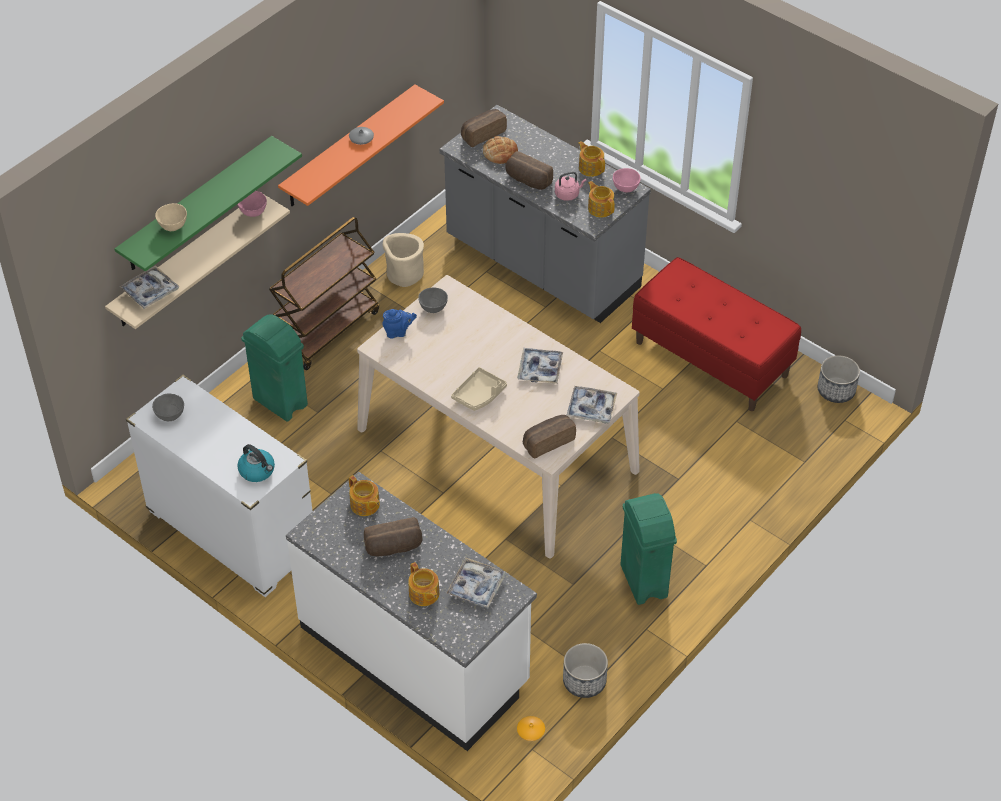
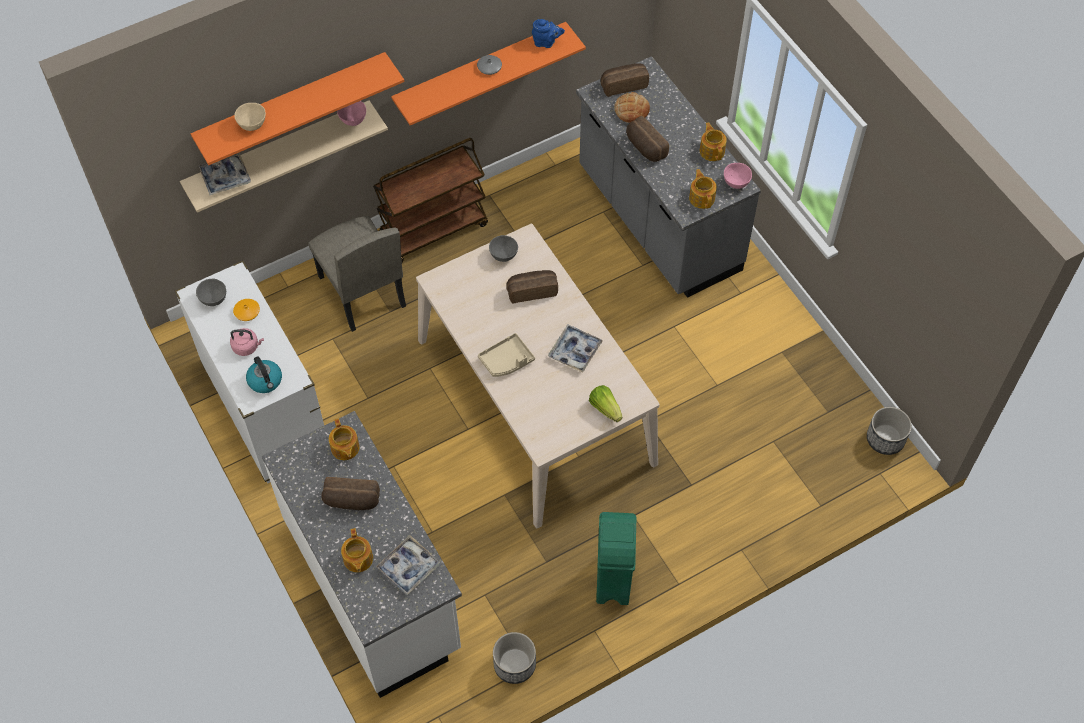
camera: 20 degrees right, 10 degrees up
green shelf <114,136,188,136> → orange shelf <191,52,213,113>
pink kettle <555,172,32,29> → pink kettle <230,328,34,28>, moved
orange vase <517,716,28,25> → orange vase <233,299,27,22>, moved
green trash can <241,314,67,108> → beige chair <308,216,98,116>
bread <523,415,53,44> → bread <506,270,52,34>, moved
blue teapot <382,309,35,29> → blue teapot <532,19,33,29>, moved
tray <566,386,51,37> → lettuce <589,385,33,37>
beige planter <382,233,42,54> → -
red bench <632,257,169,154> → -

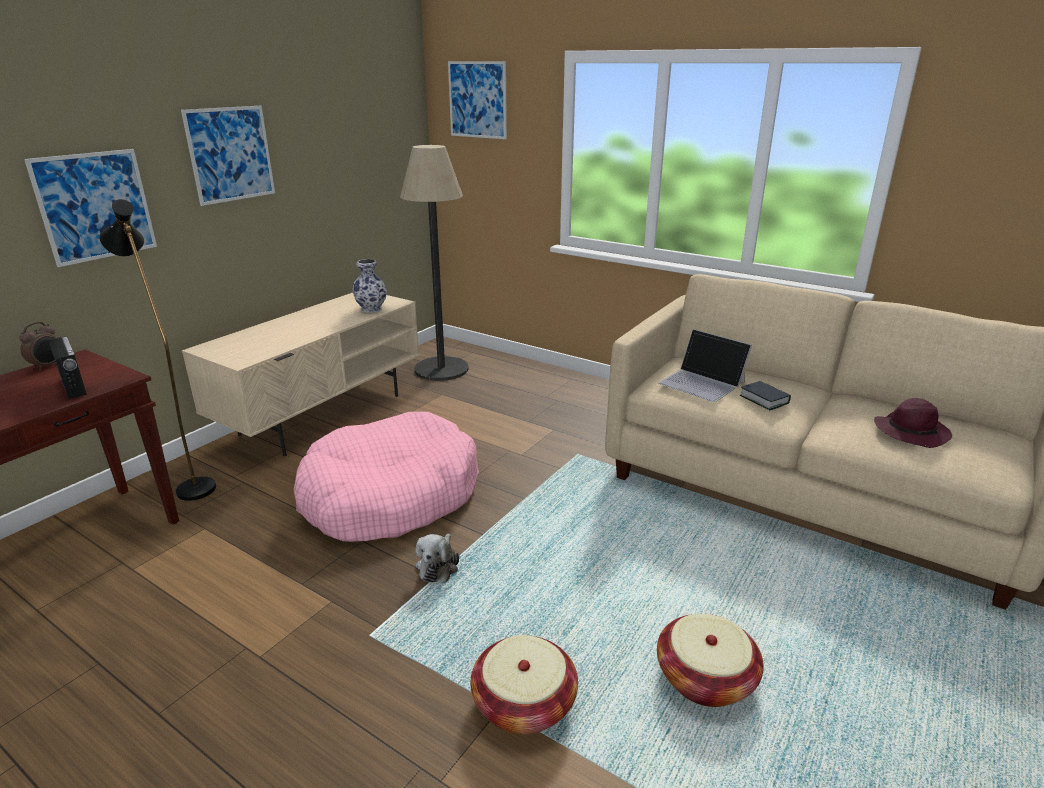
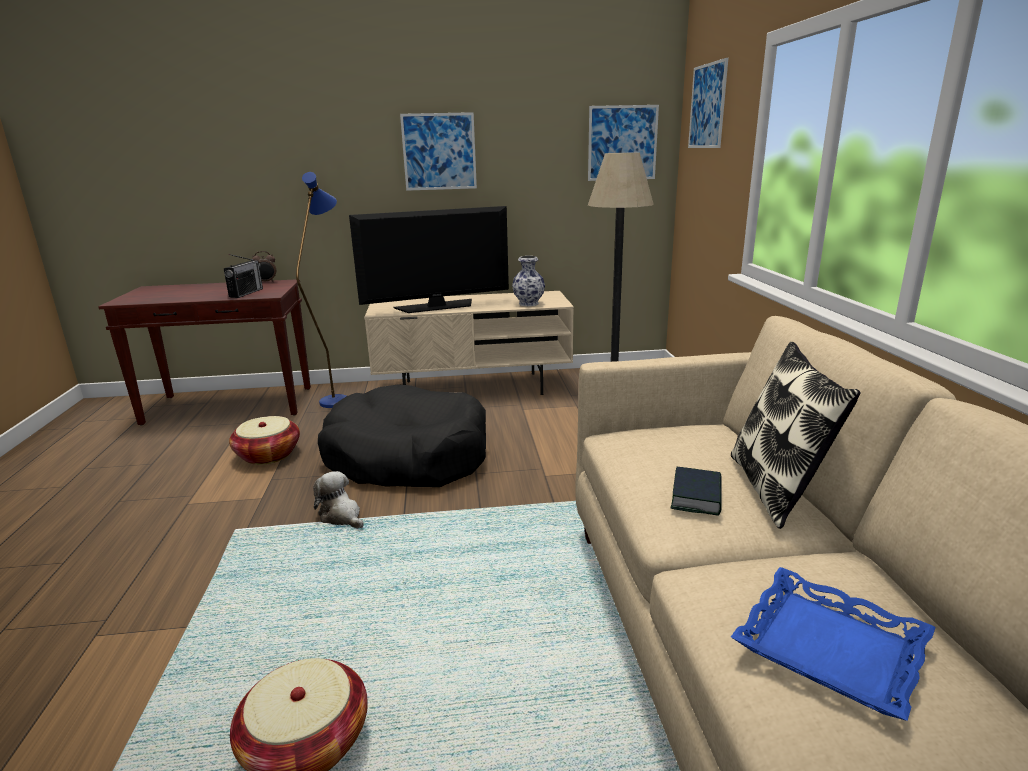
camera: 50 degrees right, 5 degrees down
basket <471,635,107,100> → basket <229,416,71,49>, moved
black floor lamp <99,199,117,302> → blue floor lamp <296,172,50,236>
plush toy <416,534,43,49> → plush toy <313,471,51,58>, 75 degrees clockwise
pink dog bed <294,412,185,130> → black dog bed <318,384,168,103>
- → television <349,206,160,107>
picture <24,149,133,118> → picture <588,105,71,76>, moved
- → pillow <731,342,130,187>
purple hat <874,398,78,50> → blue tray <731,567,205,154>
laptop <658,329,94,73> → -

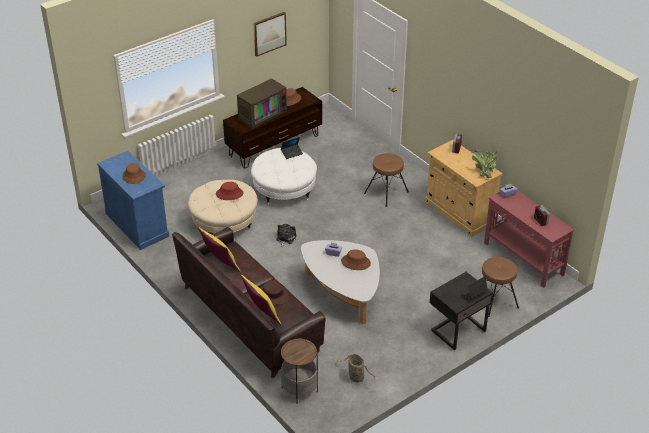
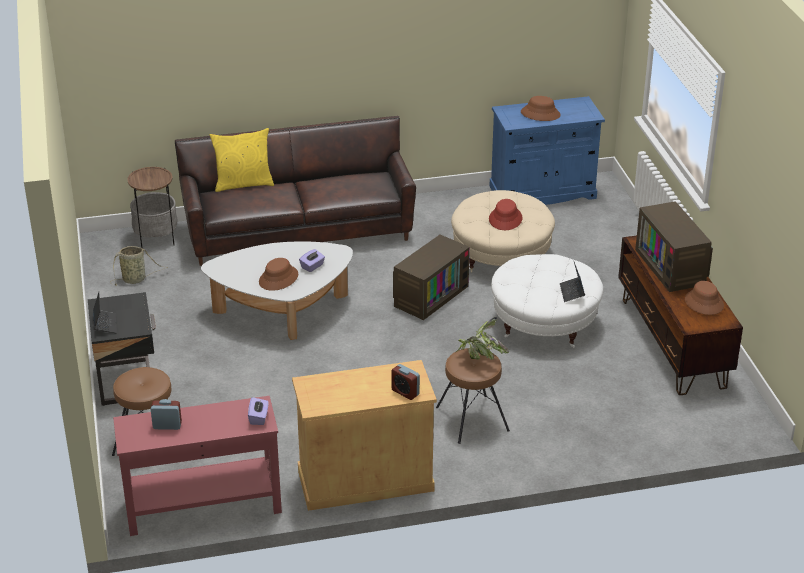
camera: 115 degrees right, 5 degrees down
plush toy <276,224,21,24> → television <393,235,77,85>
potted plant <472,151,25,27> → potted plant <456,317,53,43>, moved
yellow pillow <198,227,42,45> → -
picture <254,12,33,45> → -
brown hat <260,280,29,25> → -

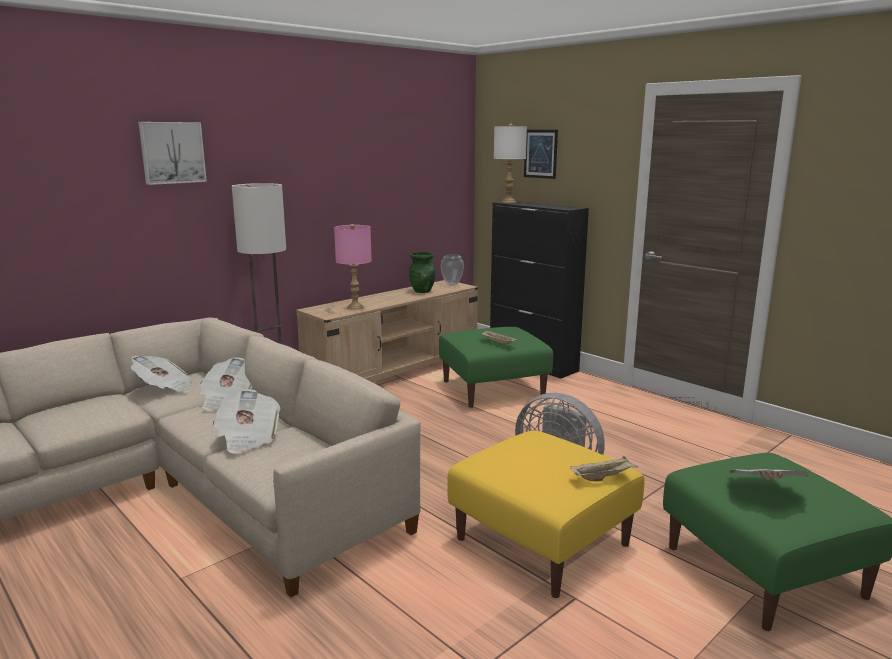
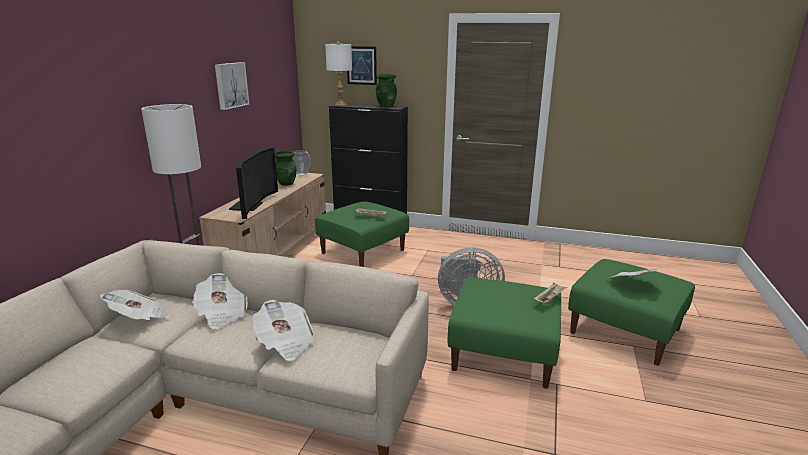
camera: 30 degrees left, 5 degrees up
picture <138,122,69,63> → picture <215,62,34,48>, moved
pink table lamp <334,224,38,86> → television <229,147,49,72>
- → green vase <376,74,21,33>
yellow ottoman <447,430,198,168> → green ottoman <447,278,114,111>

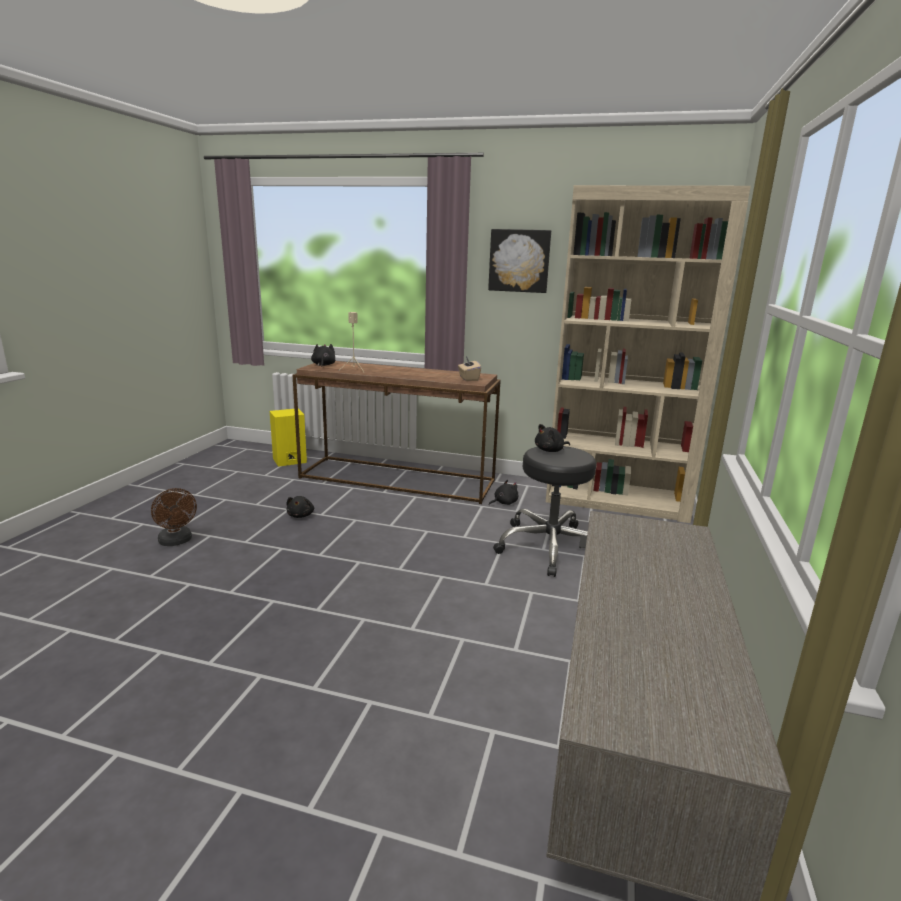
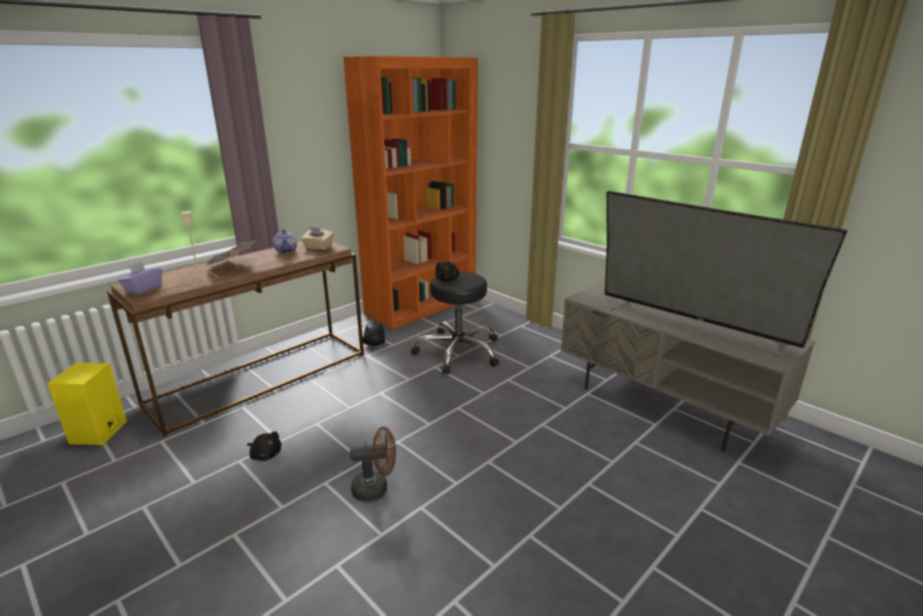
camera: 60 degrees left, 5 degrees up
black plush toy <311,344,24,23> → purple tissue box <118,261,44,34>
- → newspaper <205,240,52,26>
- → teapot <273,229,24,24>
beige bookcase <546,185,205,338> → orange bookcase <343,56,135,273>
brown fan <151,488,46,58> → brown fan <350,427,46,74>, moved
- → television <605,191,242,166>
picture <488,229,63,64> → -

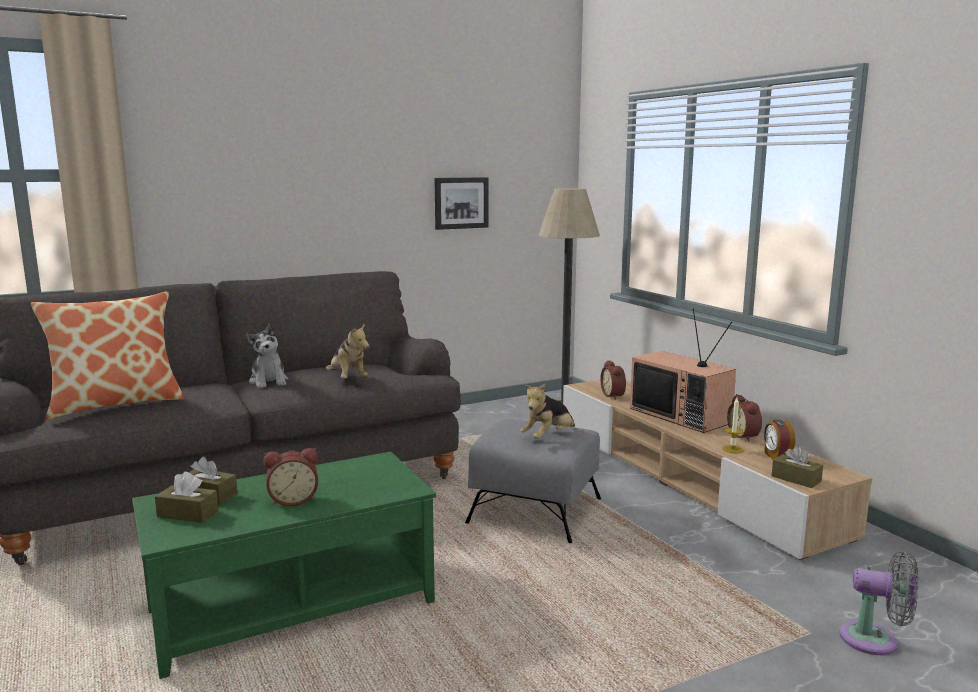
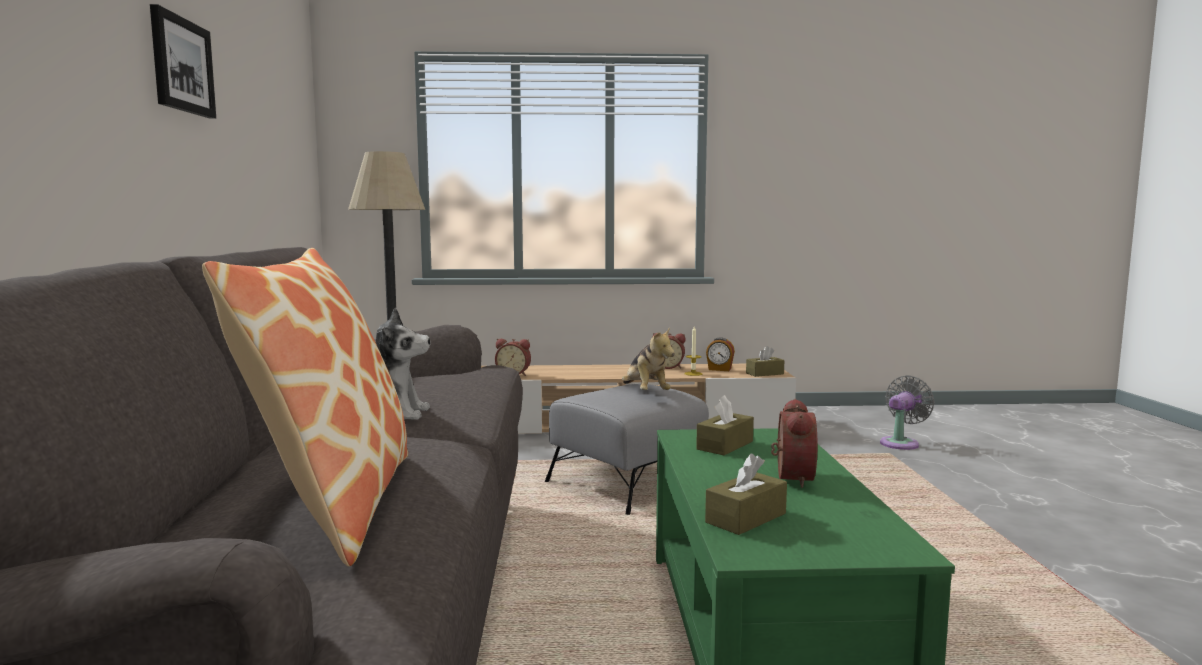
camera: 65 degrees left, 5 degrees down
picture <434,177,55,53> → picture <150,4,66,115>, moved
brown tissue box <155,472,64,51> → brown tissue box <696,395,58,60>, moved
plush toy <326,323,43,56> → -
television <630,309,106,124> → -

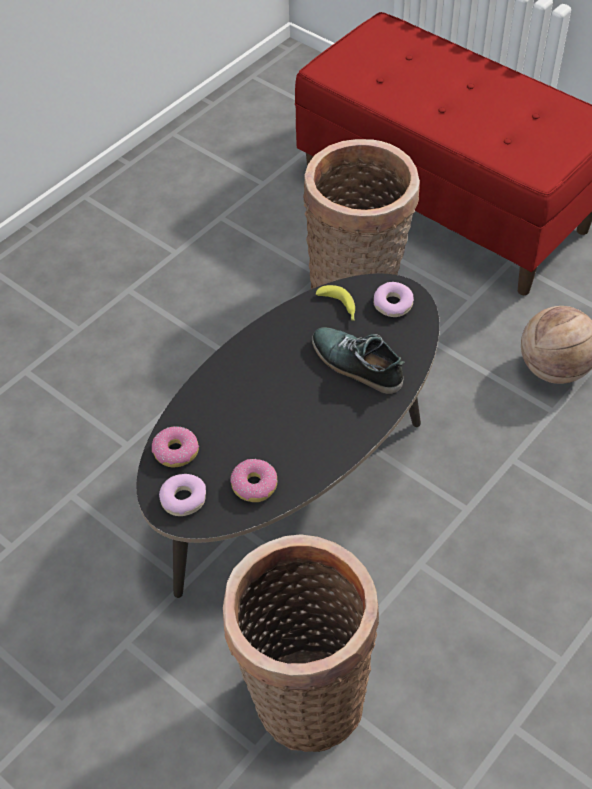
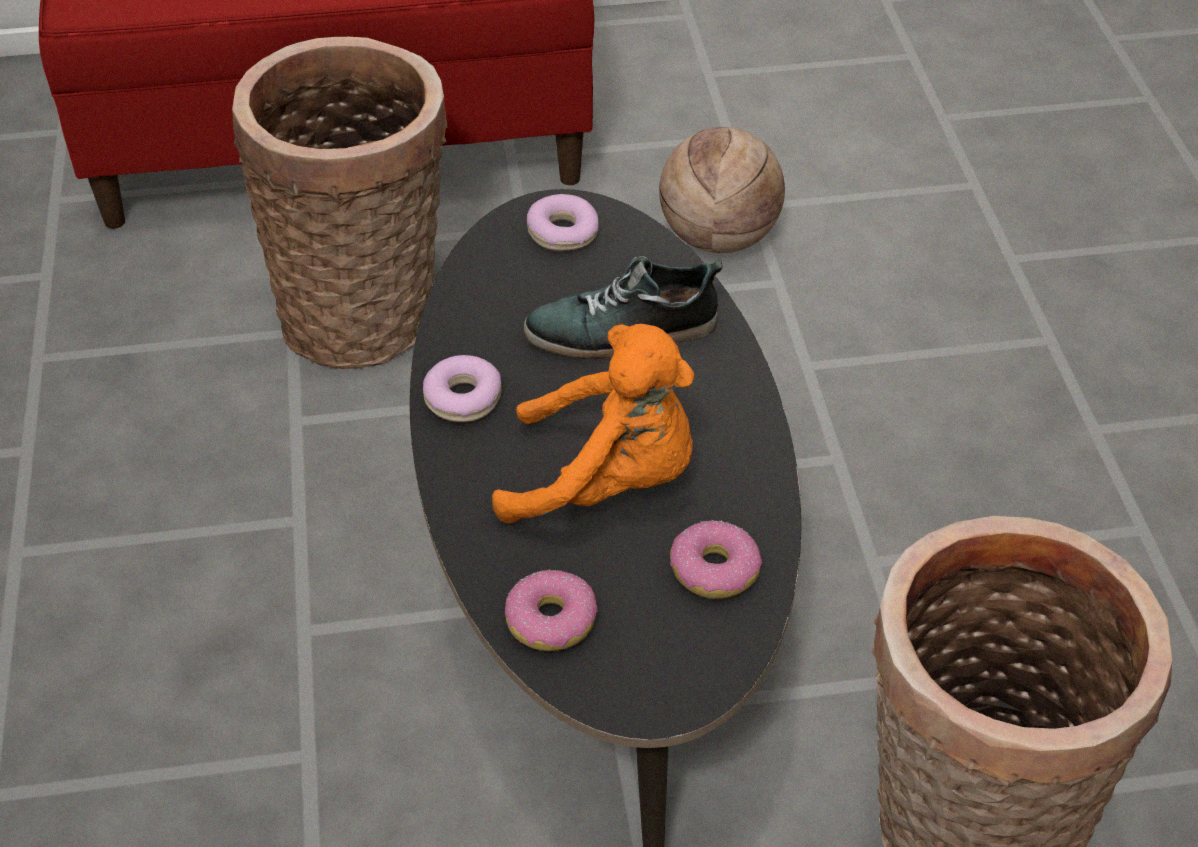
camera: 50 degrees left, 5 degrees down
donut <159,474,47,42> → donut <423,355,78,67>, moved
- → orange plush toy <492,324,202,199>
banana <316,285,39,36> → -

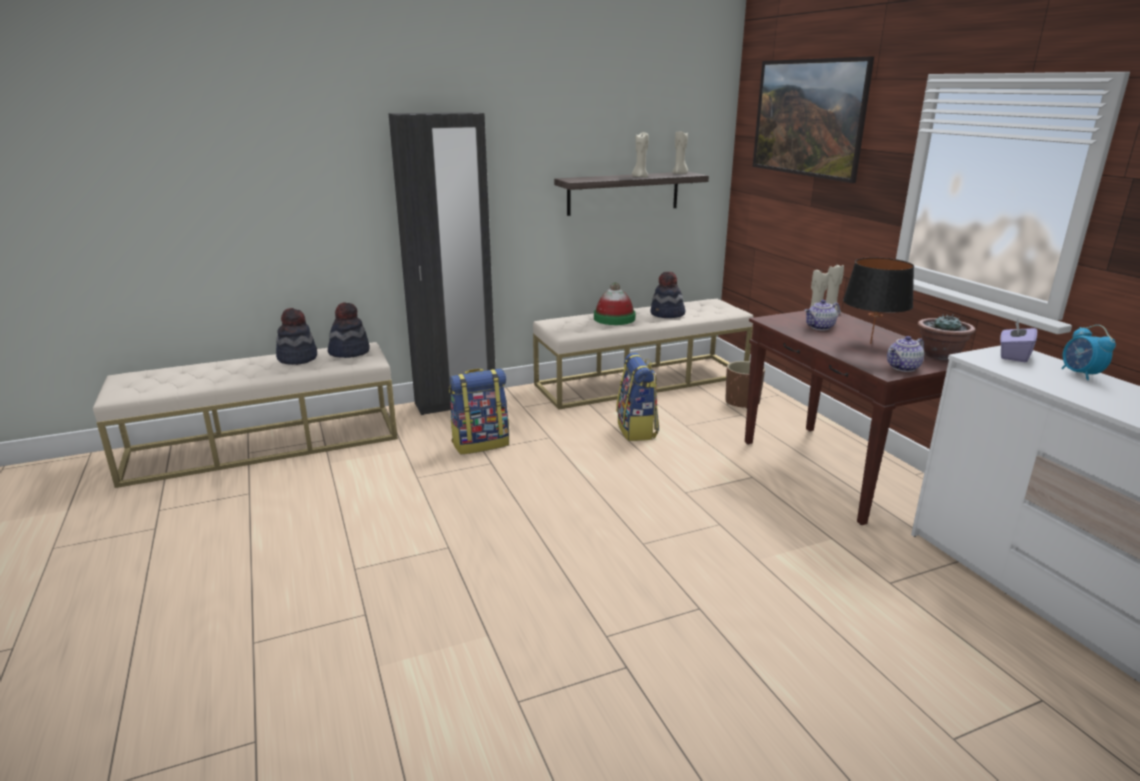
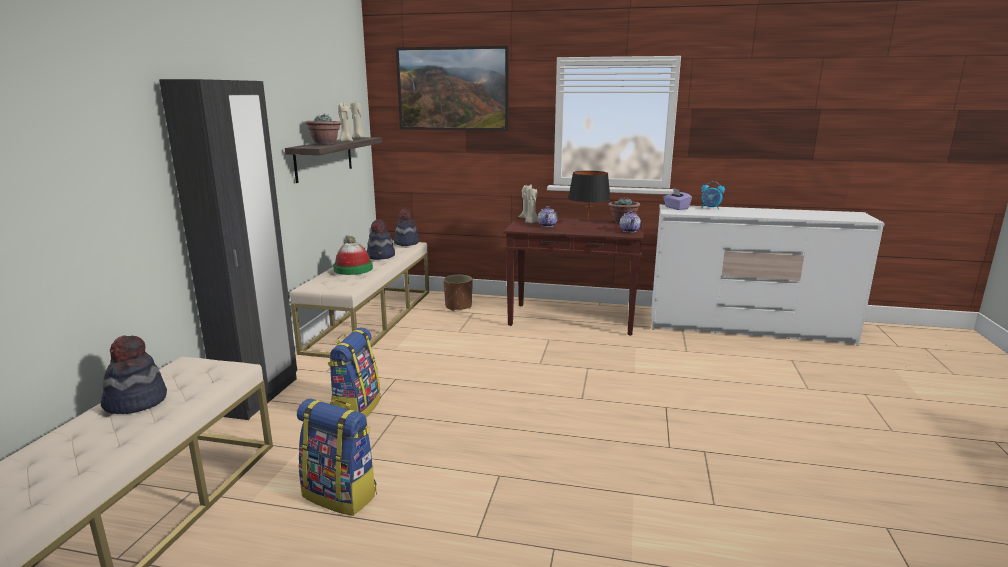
camera: 55 degrees left, 5 degrees down
backpack <616,353,43,88> → backpack <297,398,80,118>, moved
- → potted plant <305,114,37,30>
hat <328,302,42,56> → hat <394,209,25,37>, moved

